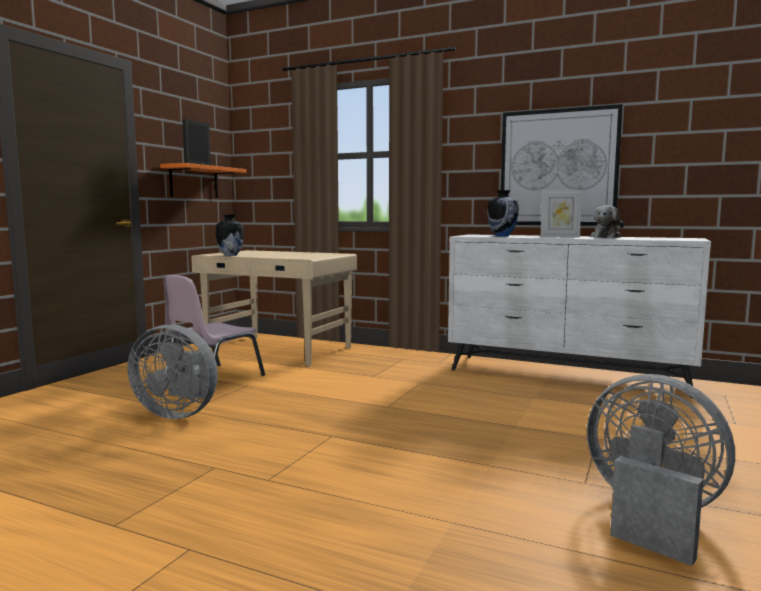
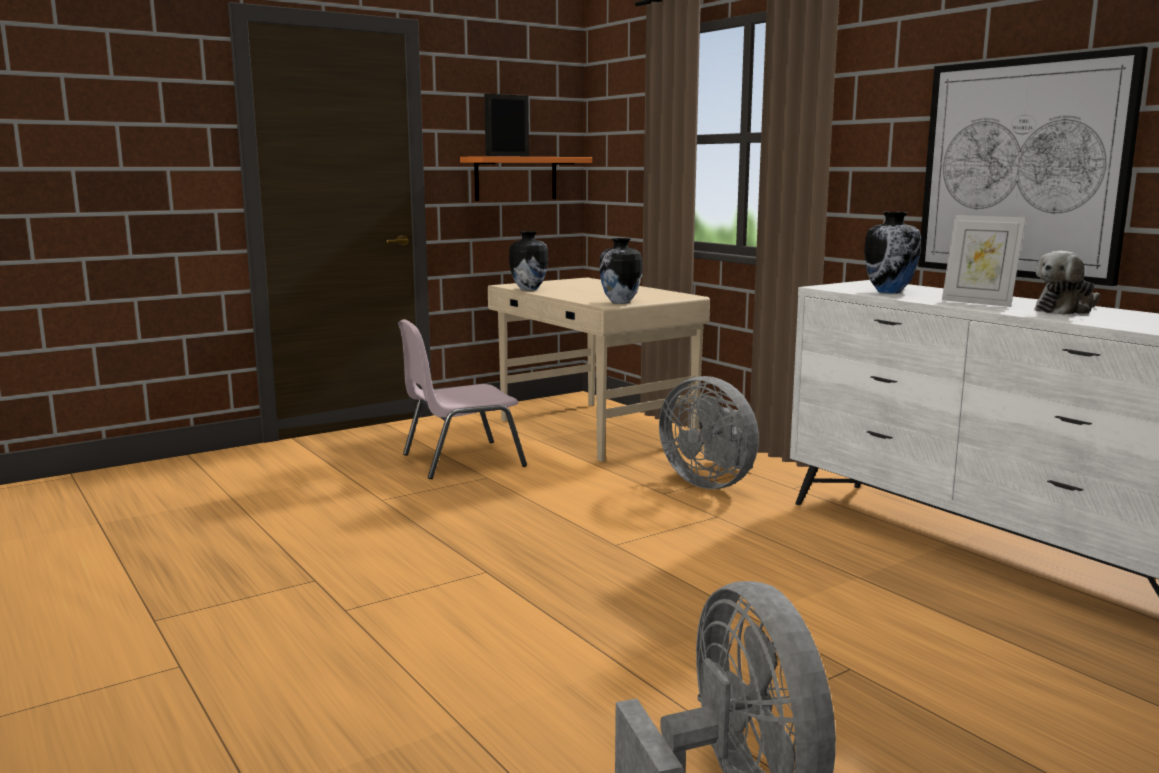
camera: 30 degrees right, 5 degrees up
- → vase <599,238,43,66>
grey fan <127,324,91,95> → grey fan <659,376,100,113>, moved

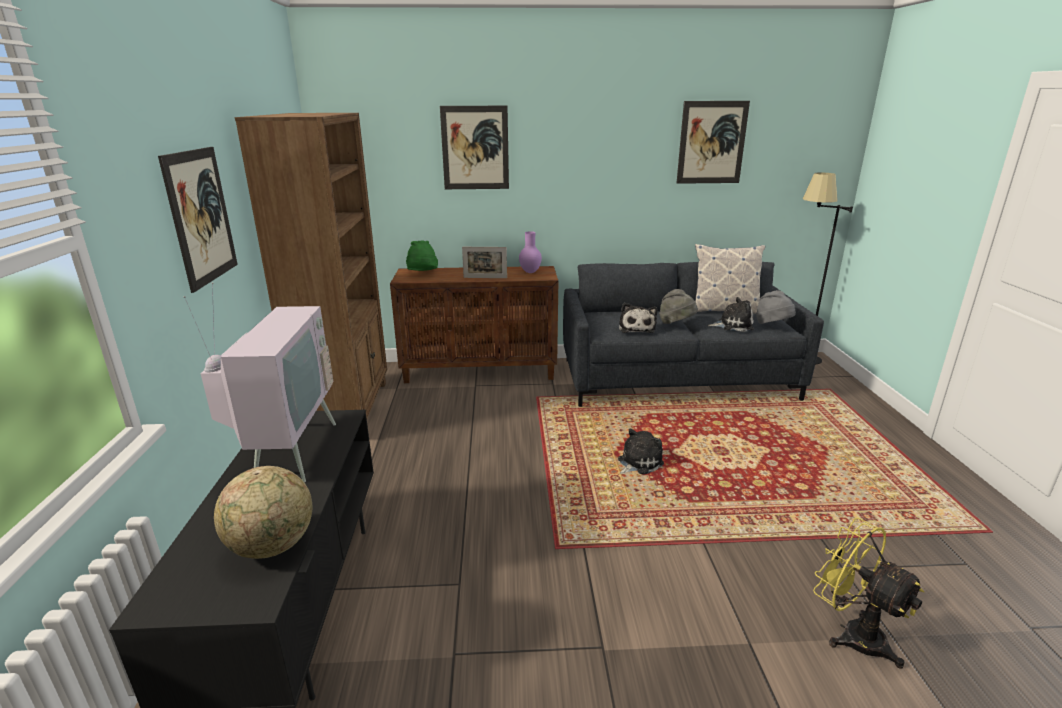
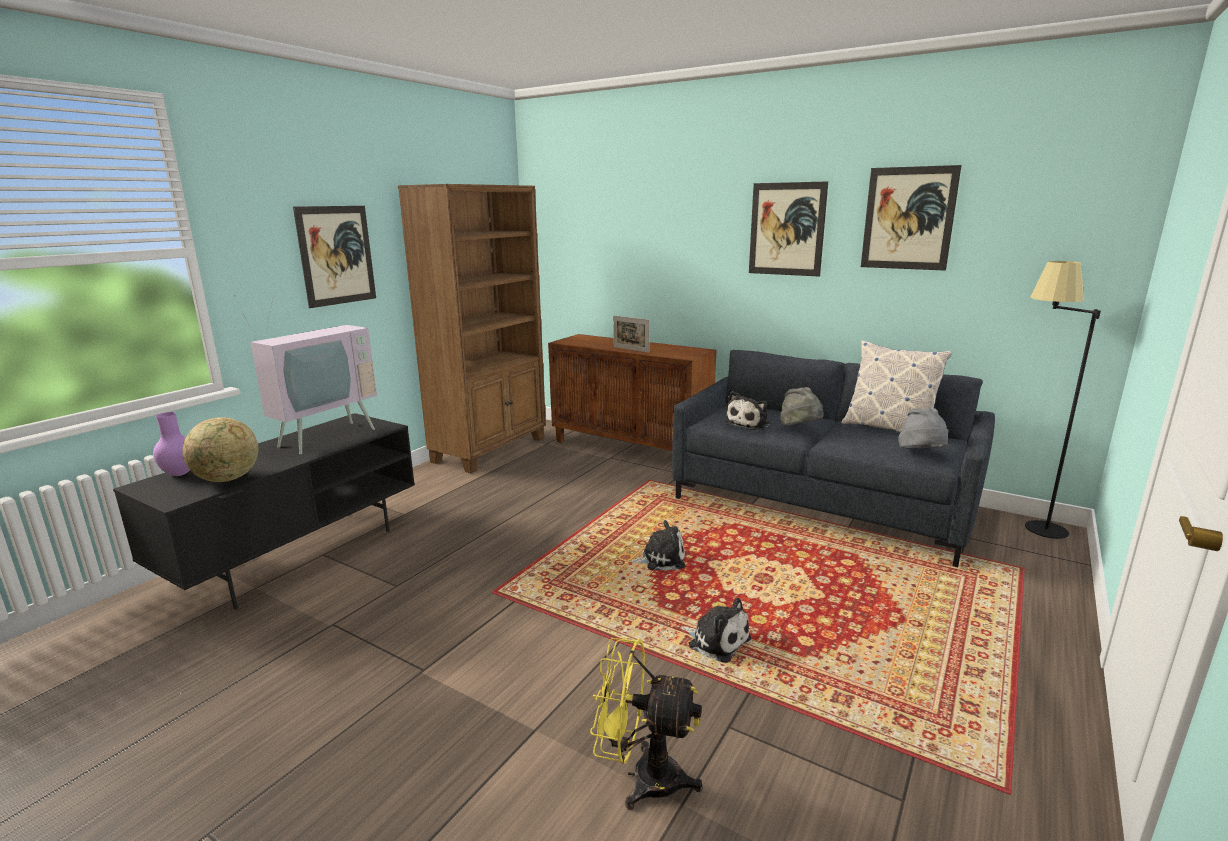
camera: 35 degrees right, 5 degrees down
purple vase <519,231,23,42> → purple vase <153,412,37,64>, moved
yellow fan <813,517,111,151> → yellow fan <590,638,113,172>, 75 degrees counterclockwise
plush toy <708,297,46,35> → plush toy <681,598,70,65>, moved
picture <440,106,69,83> → picture <749,181,79,96>, moved
green hat <406,241,32,30> → -

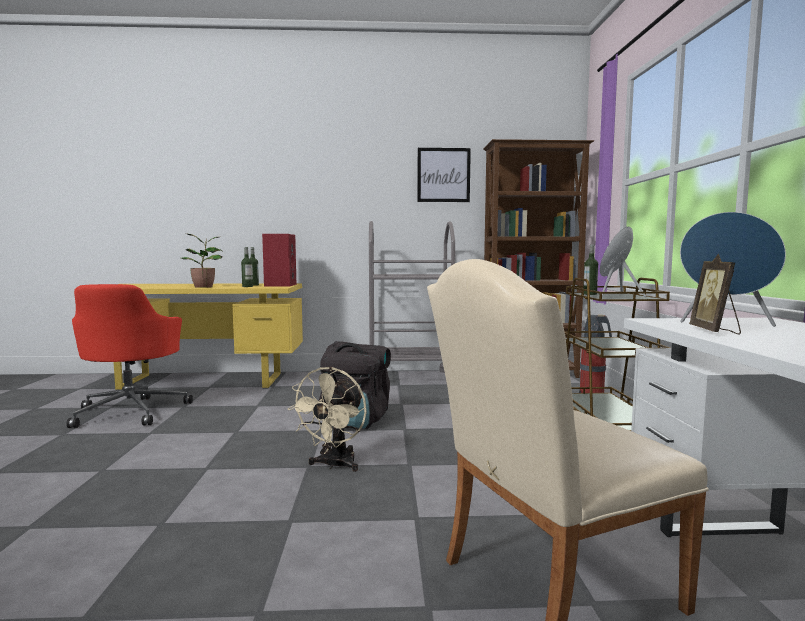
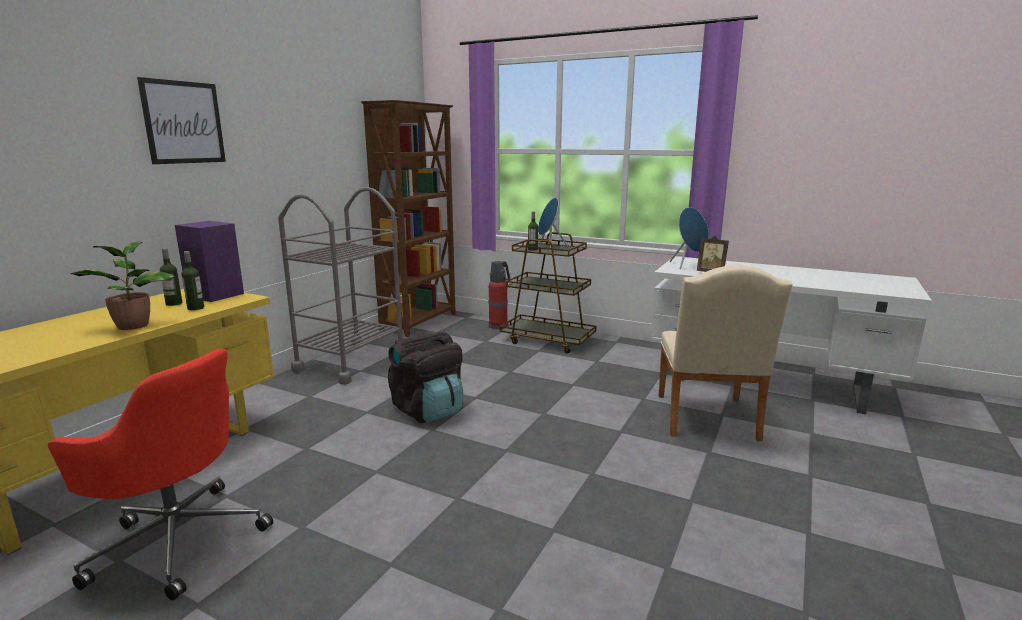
camera: 60 degrees left, 10 degrees up
picture <417,148,54,54> → picture <137,77,89,87>, moved
red speaker <262,234,35,52> → purple speaker <175,221,69,81>
beige fan <288,367,79,105> → -

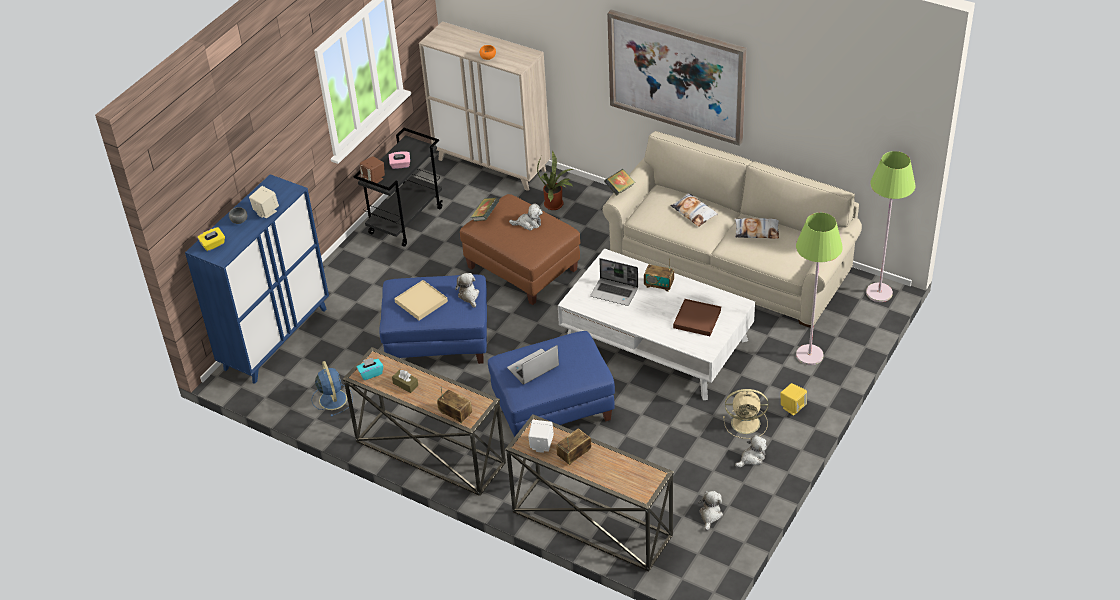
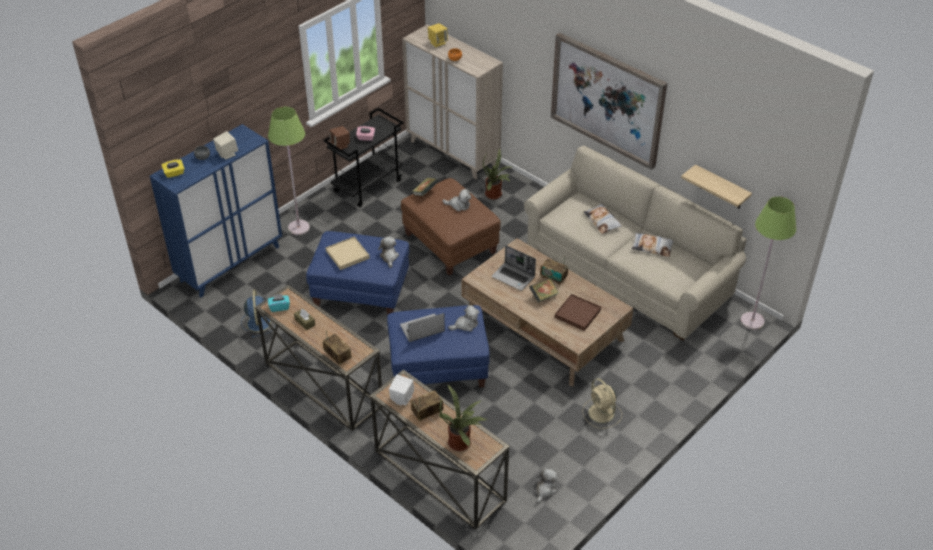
camera: 10 degrees right, 0 degrees up
green floor lamp <796,213,47,152> → green floor lamp <268,106,42,129>, moved
yellow speaker <780,383,27,33> → yellow speaker <428,23,20,24>, moved
- → potted plant <439,384,47,67>
plush toy <735,435,32,33> → plush toy <448,305,31,27>, moved
white coffee table <558,248,197,152> → brown coffee table <462,238,171,148>
book <604,169,31,26> → book <529,278,30,25>, moved
beige fan <723,389,45,50> → beige fan <582,378,40,51>, 45 degrees clockwise
- → shelf <681,164,71,45>

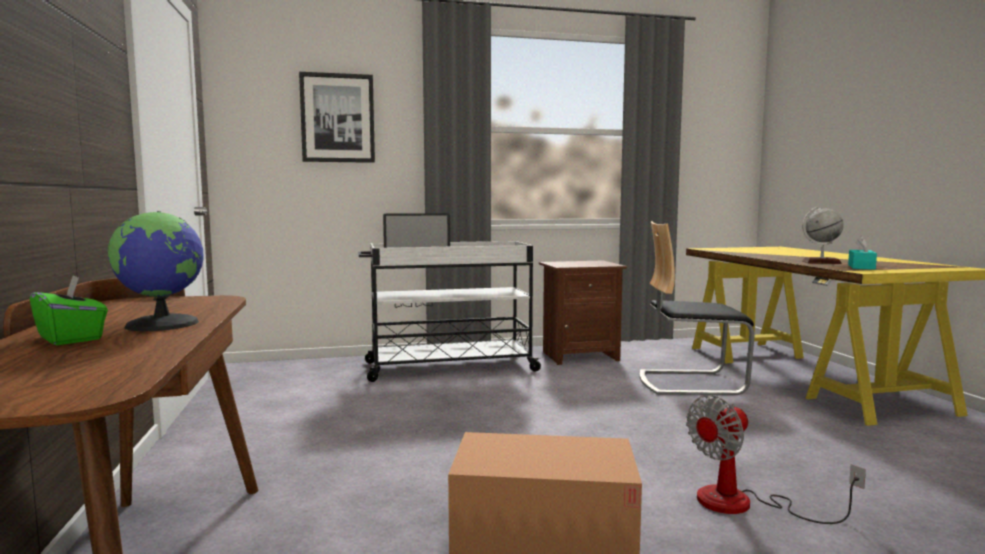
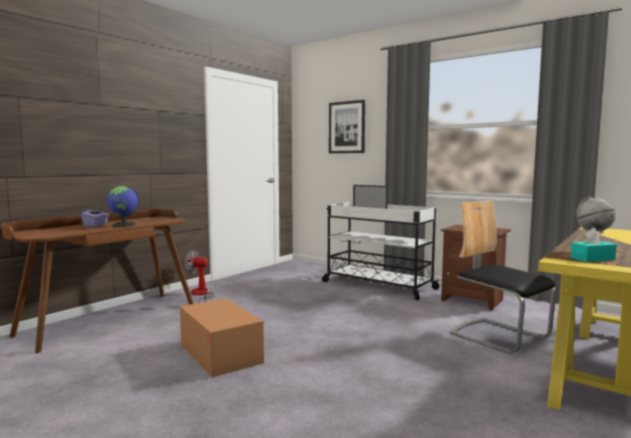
camera: 50 degrees right, 0 degrees up
green tissue box <30,275,78,70> → purple tissue box <81,206,28,21>
fan <686,395,180,129> → fan <185,250,30,53>, moved

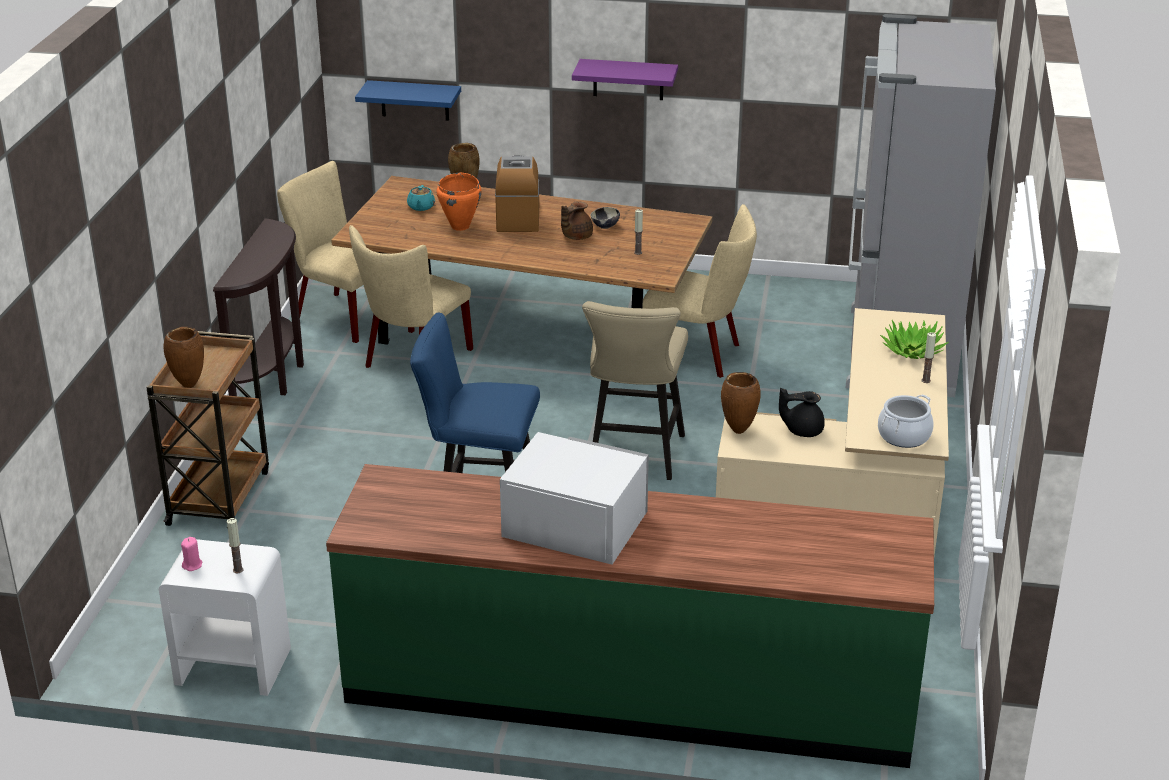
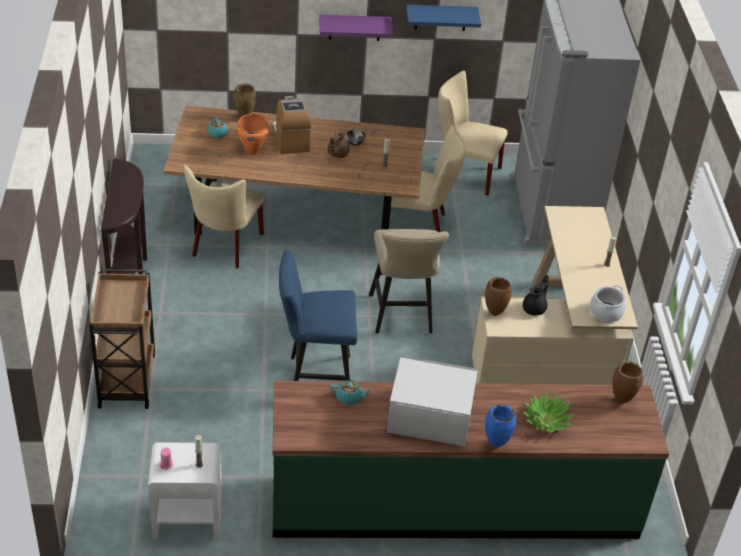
camera: 15 degrees left, 10 degrees up
- → turquoise teapot <330,380,42,25>
blue shelf <355,80,106,41> → blue shelf <406,5,75,26>, moved
beige chair <277,161,111,182> → beige chair <438,70,70,126>, moved
- → blue vase <485,405,31,43>
black teapot <779,388,46,49> → black teapot <523,275,26,41>, 135 degrees clockwise
potted plant <880,320,69,39> → potted plant <523,393,53,40>, moved
brown vase <163,327,41,61> → brown vase <613,361,30,42>, moved

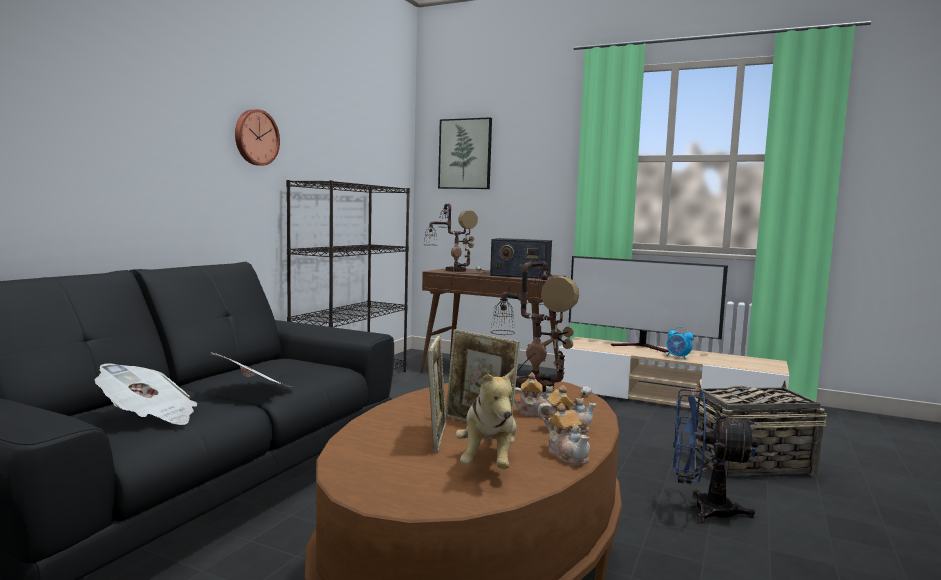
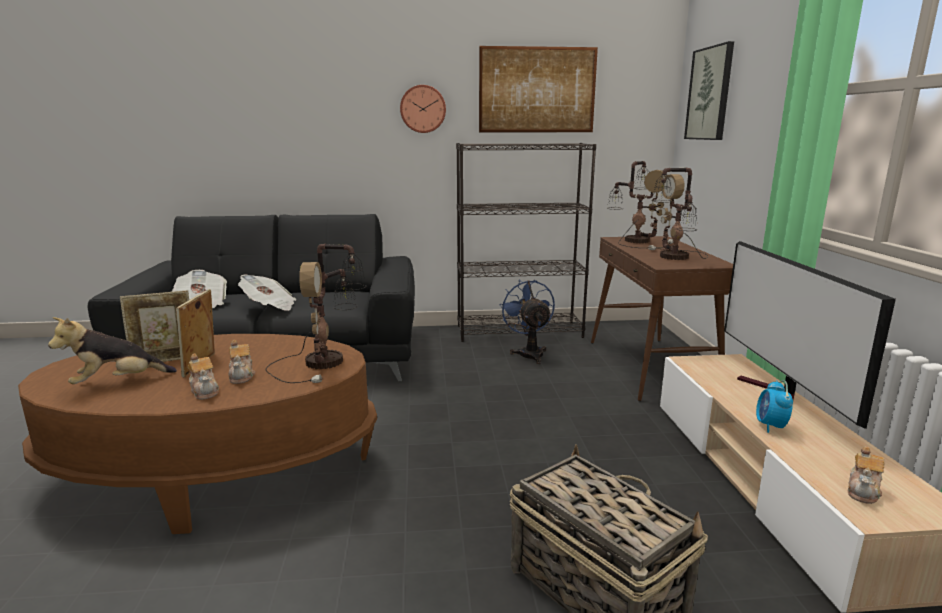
camera: 60 degrees right, 10 degrees up
- → picture <479,46,119,86>
blue fan <673,389,86,134> → blue fan <499,280,56,84>, moved
radio <490,238,62,41> → table lamp <647,167,61,93>
teapot <547,403,43,62> → teapot <848,447,36,57>, moved

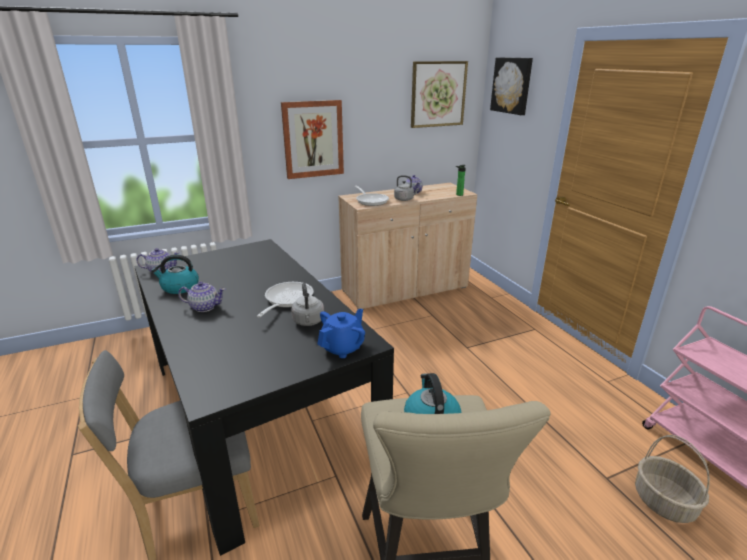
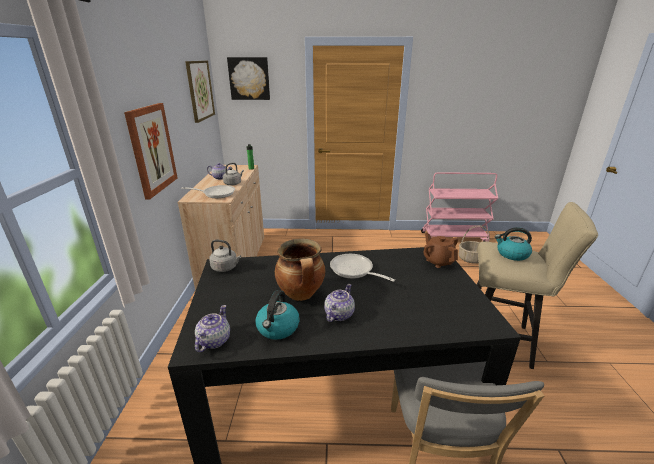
camera: 65 degrees left, 0 degrees up
grey kettle <291,283,33,43> → grey kettle <209,240,32,32>, moved
- → cooking pot <275,238,50,63>
blue teapot <317,308,48,50> → brown teapot <423,233,35,35>

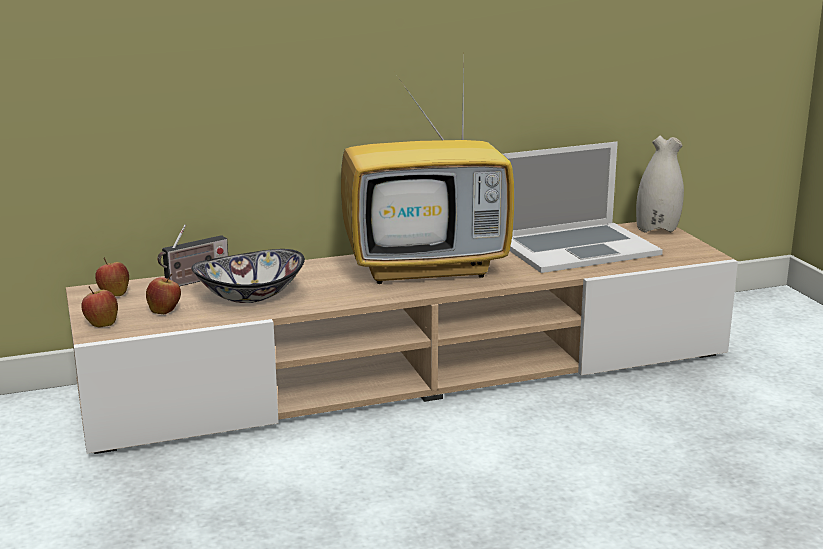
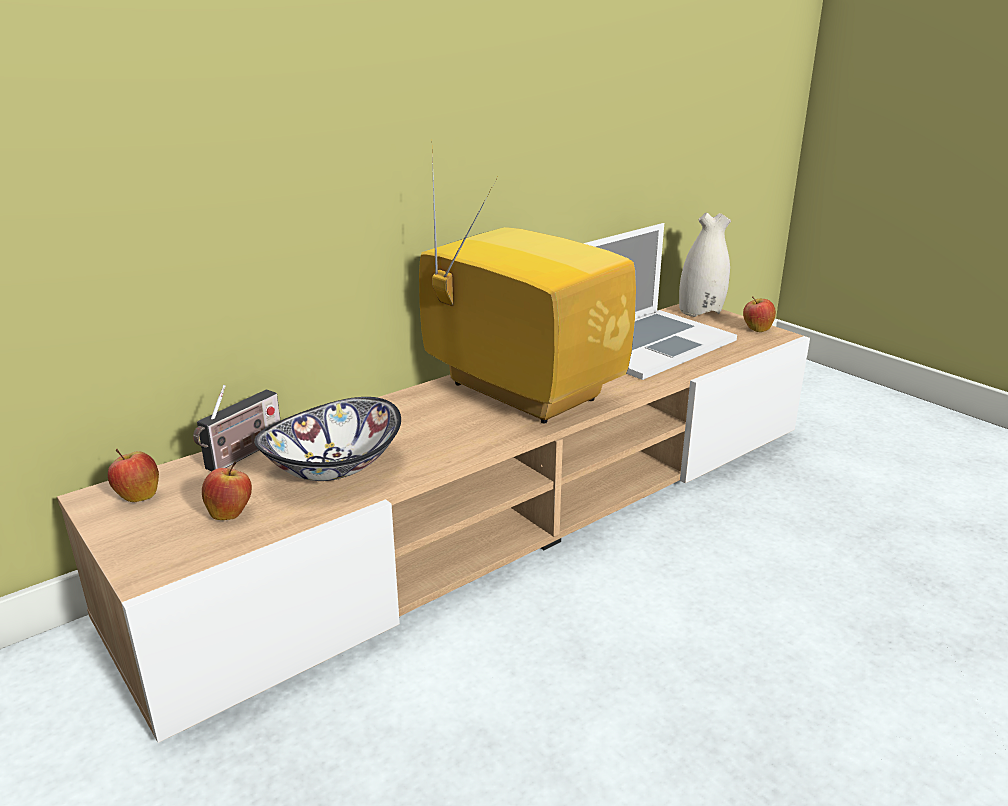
camera: 20 degrees left, 5 degrees up
television <341,67,173,217> → television <419,153,217,271>, 105 degrees counterclockwise
apple <81,286,37,41> → apple <743,296,33,36>, moved

